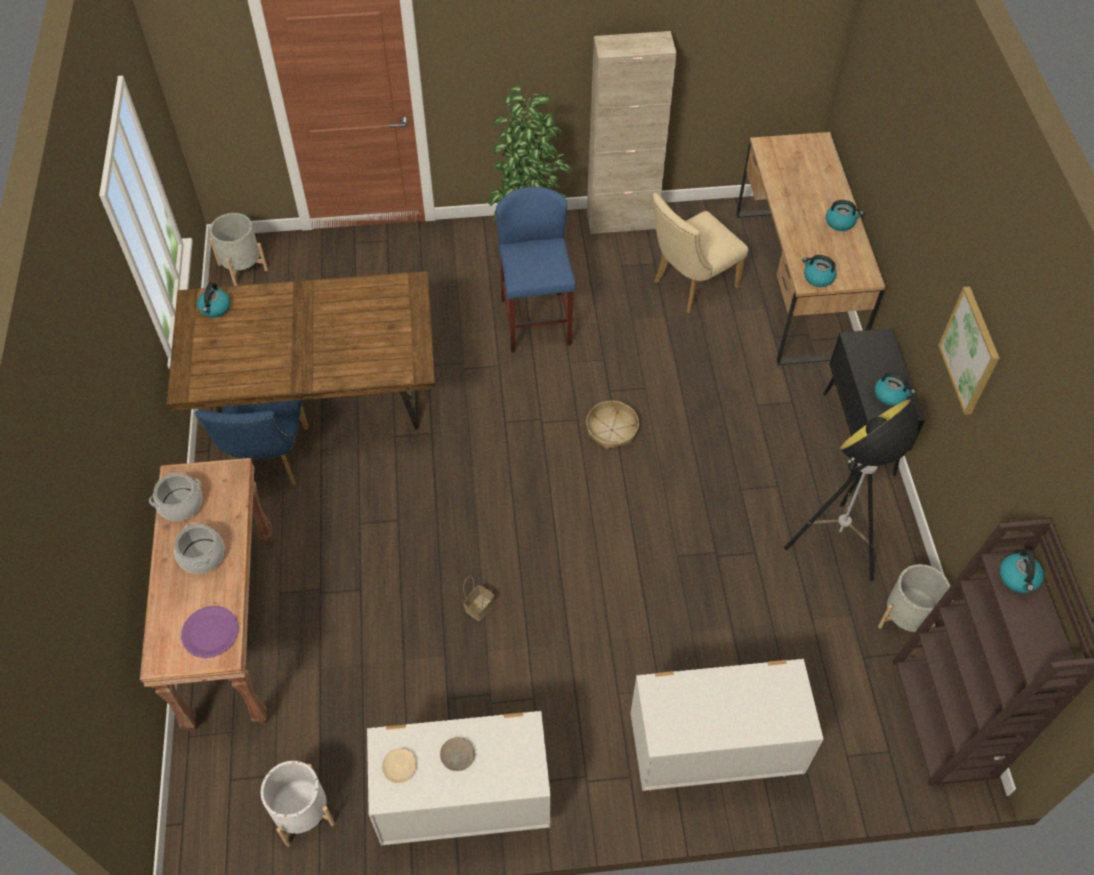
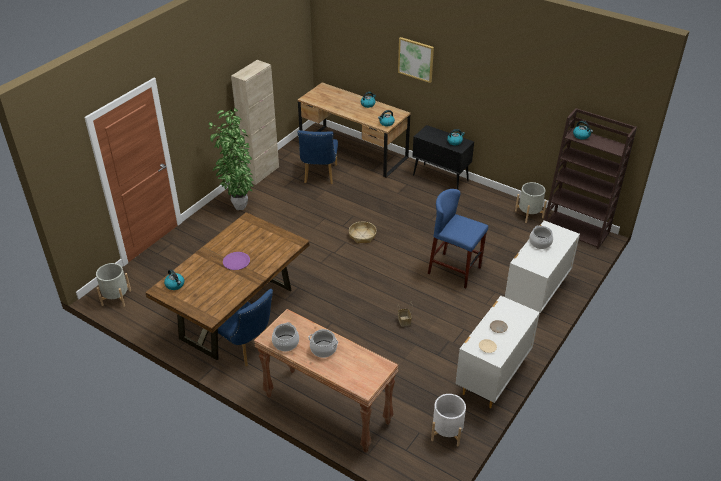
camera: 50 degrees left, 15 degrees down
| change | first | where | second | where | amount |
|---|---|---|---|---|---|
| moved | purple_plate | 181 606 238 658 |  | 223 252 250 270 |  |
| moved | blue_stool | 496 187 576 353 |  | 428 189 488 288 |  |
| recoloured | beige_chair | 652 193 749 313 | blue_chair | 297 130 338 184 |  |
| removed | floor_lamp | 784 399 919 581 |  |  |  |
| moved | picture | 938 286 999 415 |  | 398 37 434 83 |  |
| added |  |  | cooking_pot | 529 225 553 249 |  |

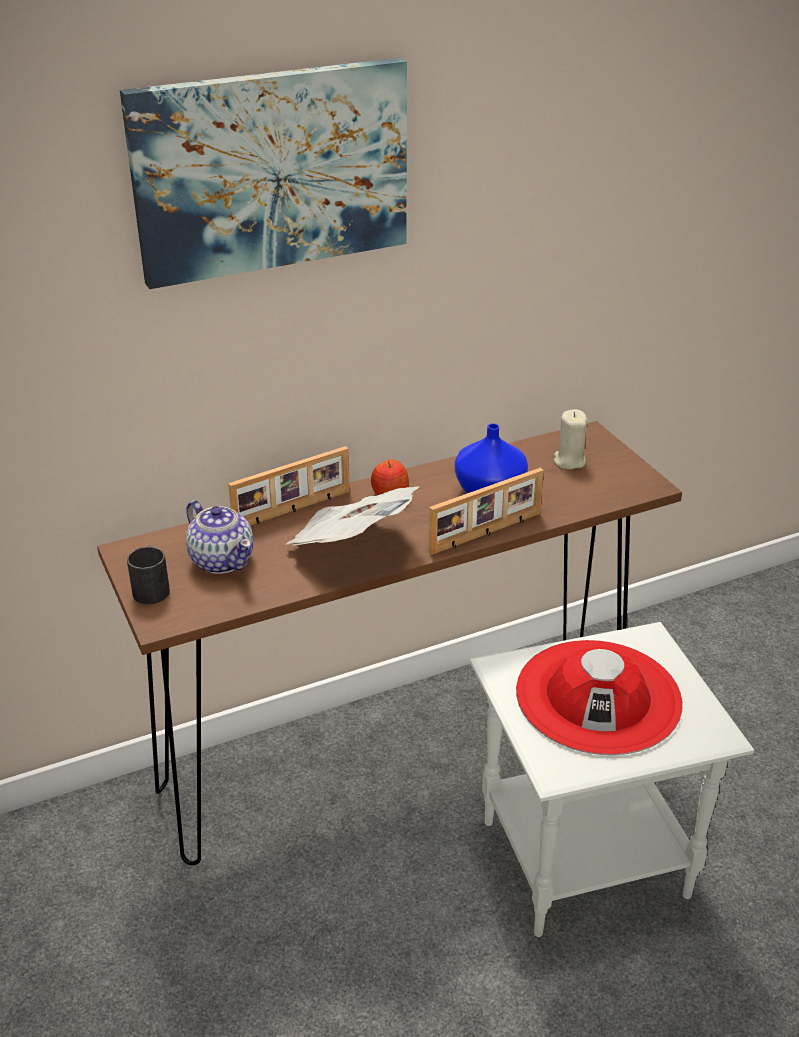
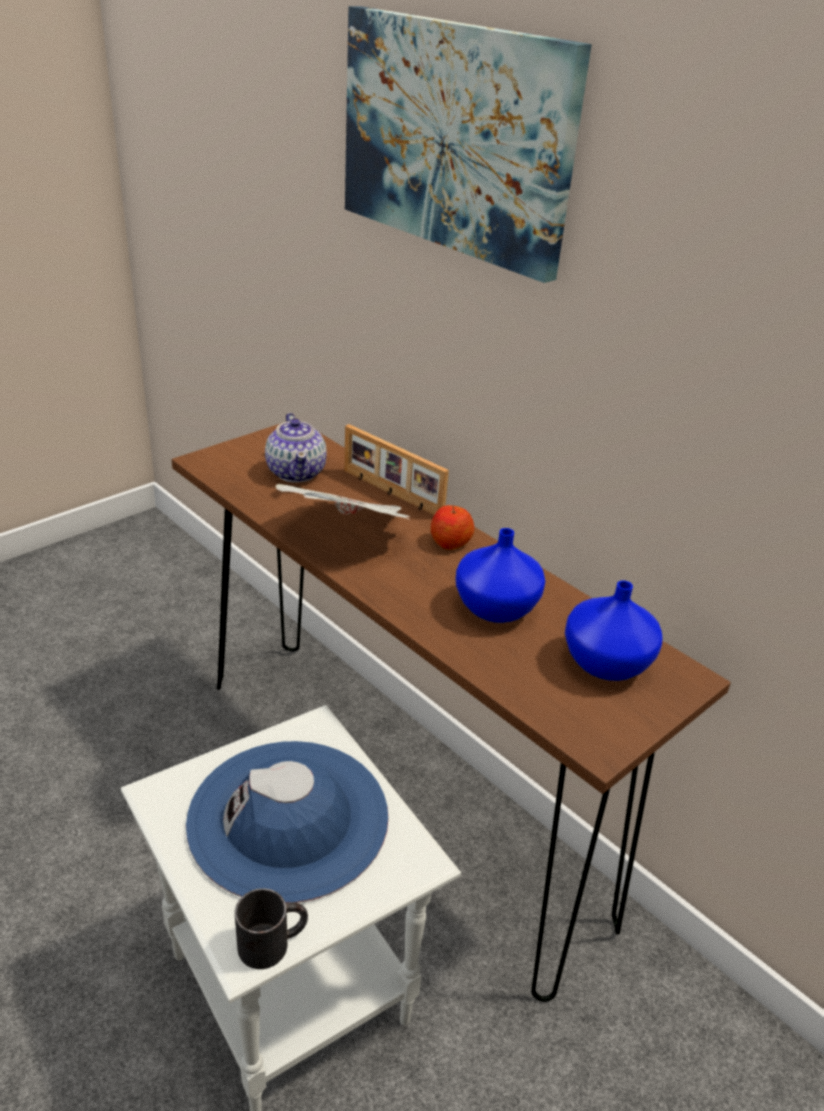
camera: 70 degrees right, 0 degrees up
| change | first | where | second | where | amount |
|---|---|---|---|---|---|
| moved | black_mug | 127 546 170 604 |  | 235 888 308 969 |  |
| turned | teapot | 186 500 254 574 |  | 265 413 327 483 | 45 degrees counterclockwise |
| removed | picture_frame | 428 468 544 555 |  |  |  |
| recoloured | red_hat | 516 640 683 755 | blue_hat | 186 741 388 903 |  |
| replaced | beige_candle | 554 409 587 470 | blue_vase | 565 580 663 681 |  |

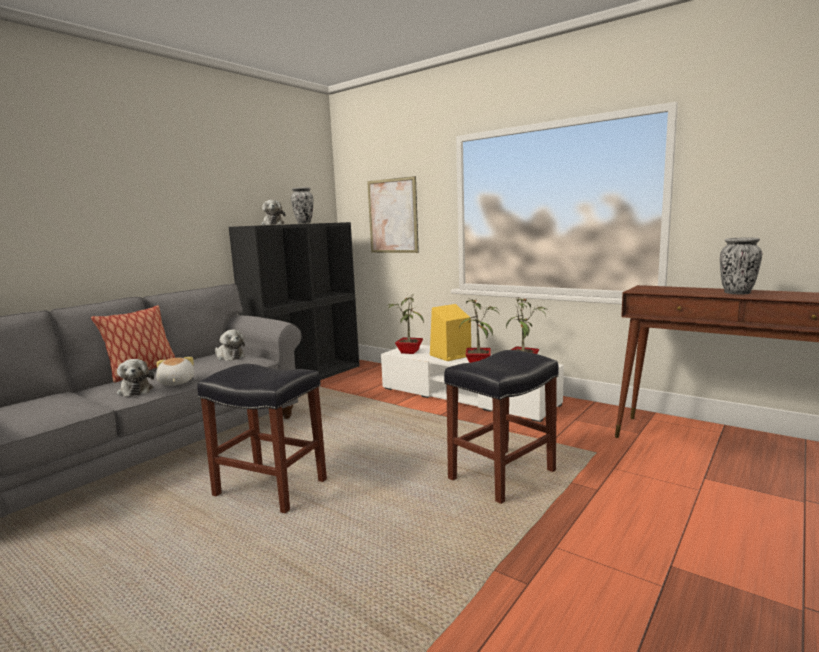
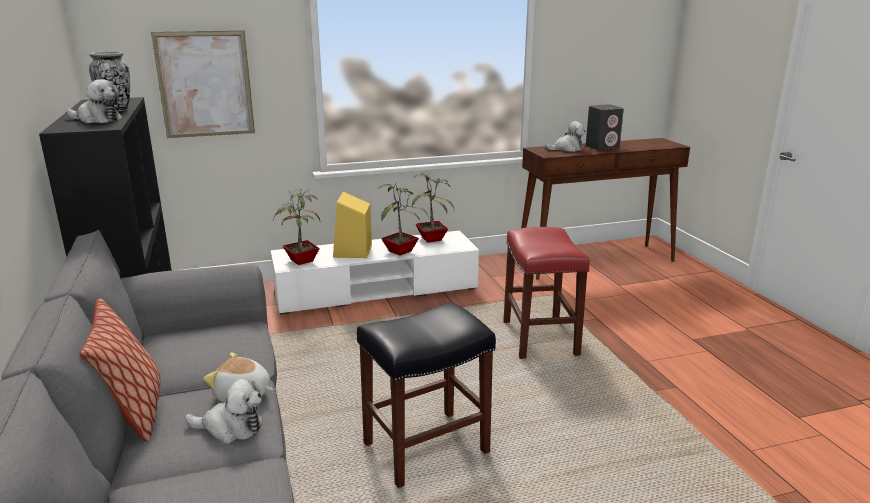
camera: 55 degrees left, 10 degrees up
| change | first | where | second | where | amount |
|---|---|---|---|---|---|
| moved | plush_toy | 215 330 245 361 |  | 545 121 586 152 |  |
| recoloured | black_stool | 444 350 559 504 | red_stool | 503 227 590 359 |  |
| replaced | vase | 720 238 762 294 | grey_speaker | 586 105 624 151 |  |

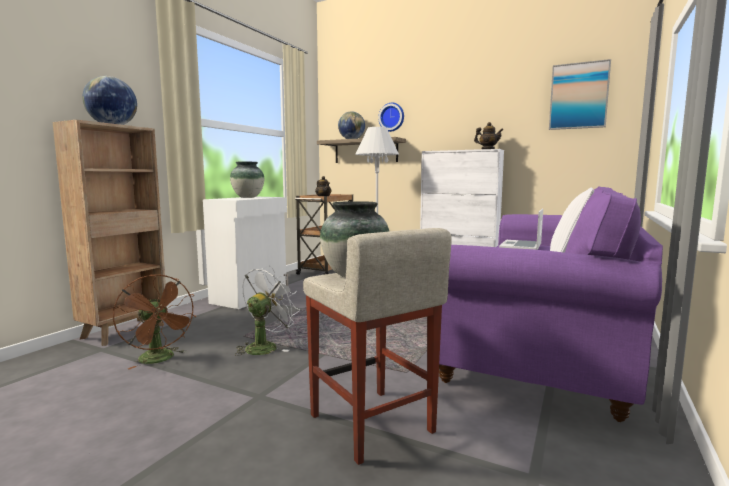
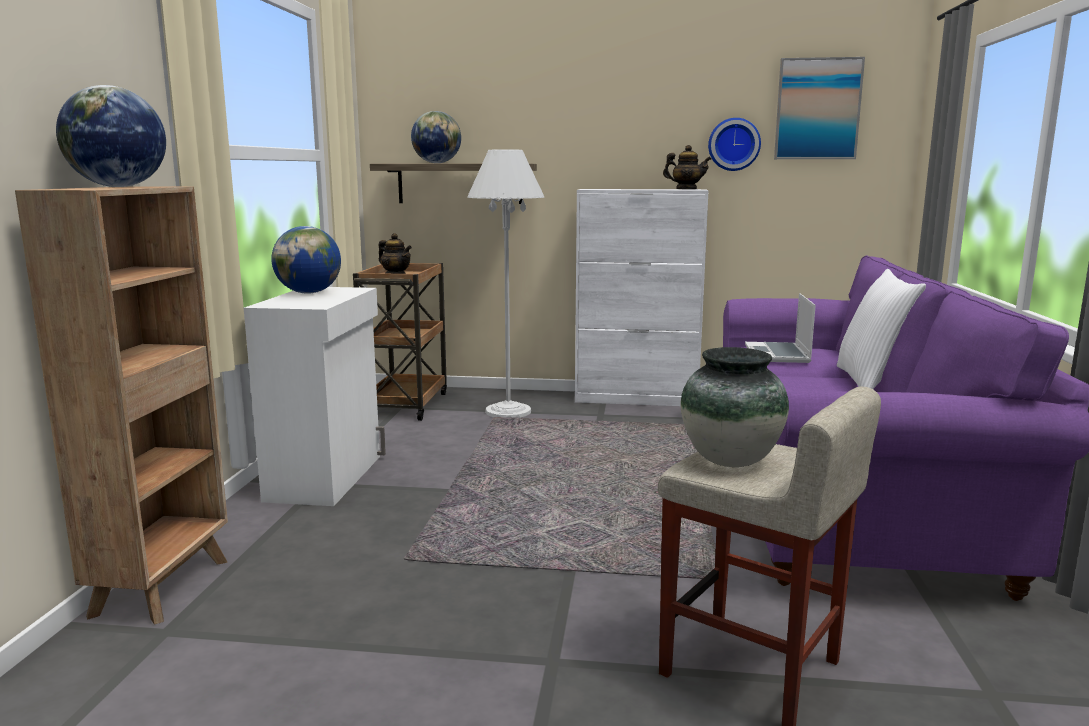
camera: 20 degrees left, 5 degrees up
| change | first | where | second | where | amount |
|---|---|---|---|---|---|
| removed | brown_fan | 113 274 196 370 |  |  |  |
| replaced | vase | 230 162 264 198 | globe | 271 226 341 294 |  |
| removed | white_fan | 235 266 300 356 |  |  |  |
| moved | wall_clock | 378 103 404 132 |  | 708 118 761 171 |  |

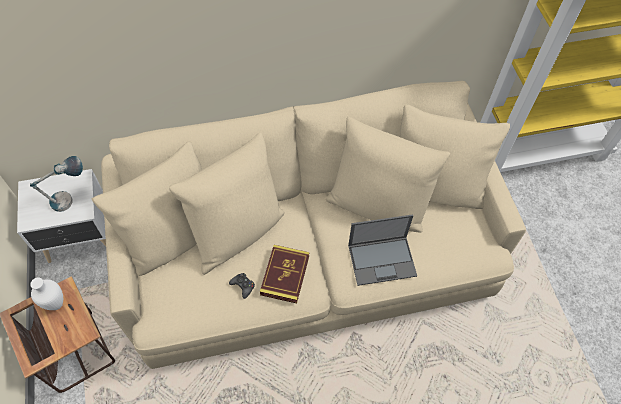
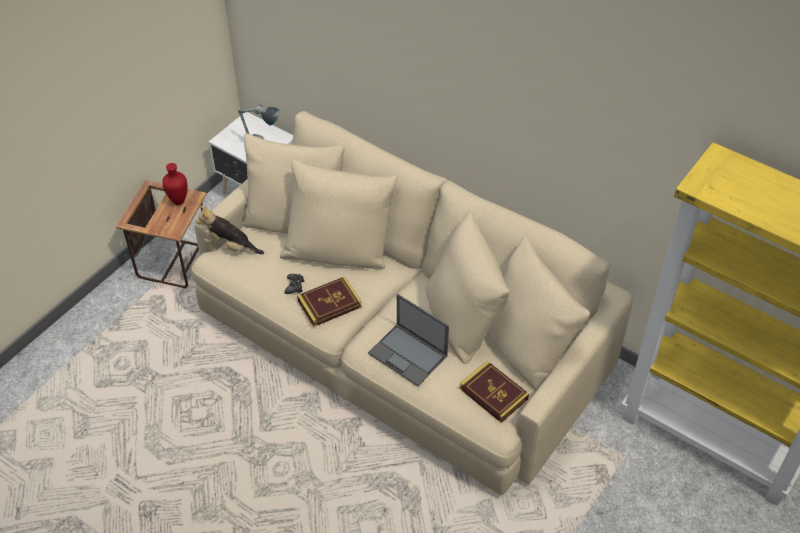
camera: 50 degrees right, 10 degrees down
| change | first | where | second | where | amount |
|---|---|---|---|---|---|
| recoloured | white_vase | 30 277 63 310 | red_vase | 162 163 187 205 |  |
| added |  |  | plush_toy | 195 205 264 254 |  |
| added |  |  | book | 460 361 529 423 |  |

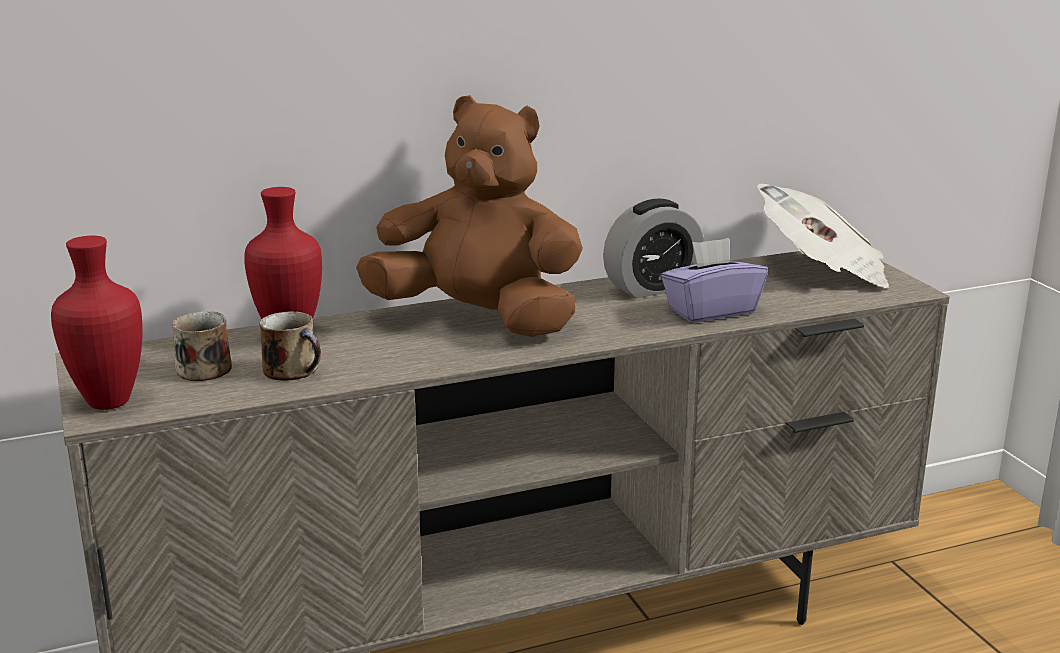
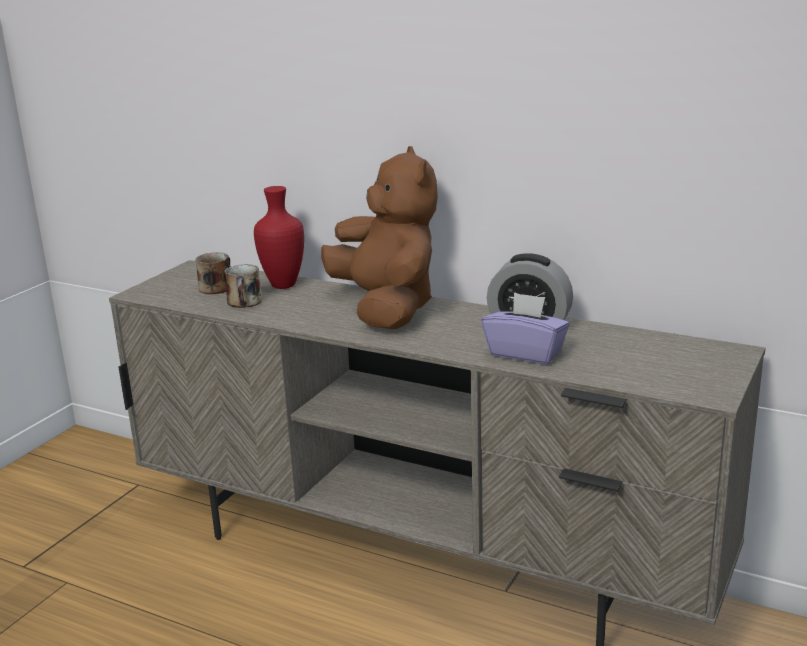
camera: 50 degrees right, 0 degrees up
| change | first | where | second | where | amount |
|---|---|---|---|---|---|
| removed | red_vase | 51 236 143 410 |  |  |  |
| removed | newspaper | 757 183 889 288 |  |  |  |

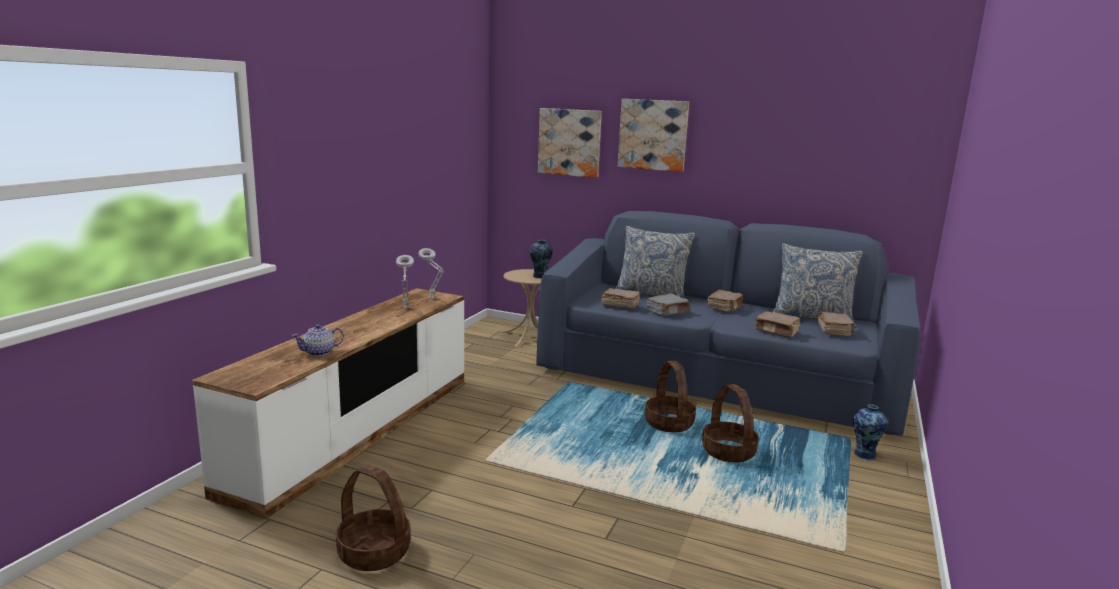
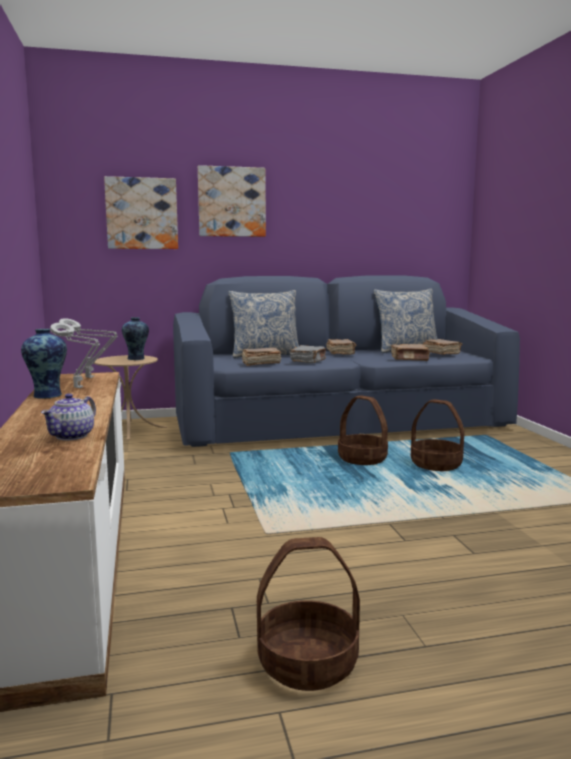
camera: 35 degrees left, 5 degrees down
| change | first | where | second | where | amount |
|---|---|---|---|---|---|
| moved | vase | 853 404 888 460 |  | 21 329 67 399 |  |

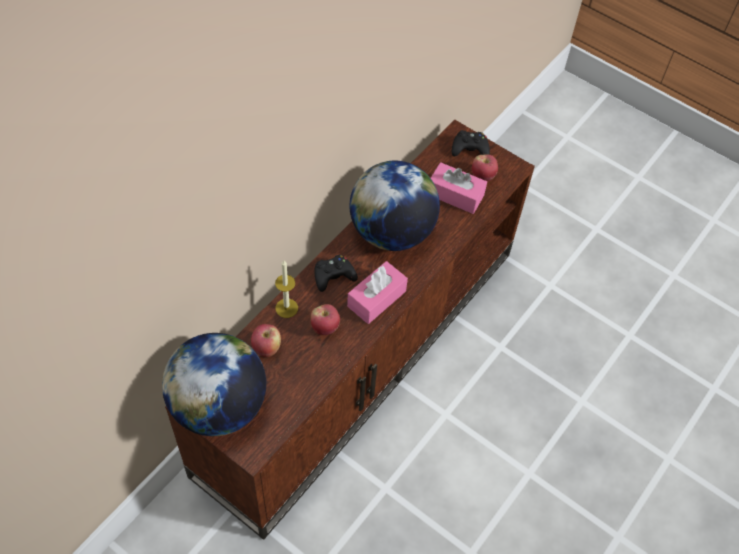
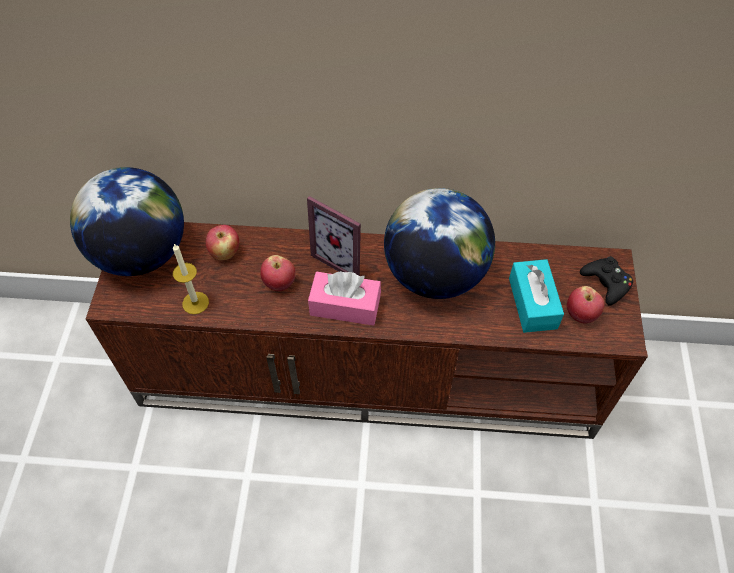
camera: 60 degrees right, 0 degrees up
| change | first | where | second | where | amount |
|---|---|---|---|---|---|
| moved | candle | 275 260 298 318 |  | 173 243 209 314 |  |
| replaced | black_game_controller | 314 255 358 292 | picture_frame | 307 196 361 276 |  |
| recoloured | pink_tissue_box | 431 162 487 214 | turquoise_tissue_box | 509 259 564 333 |  |

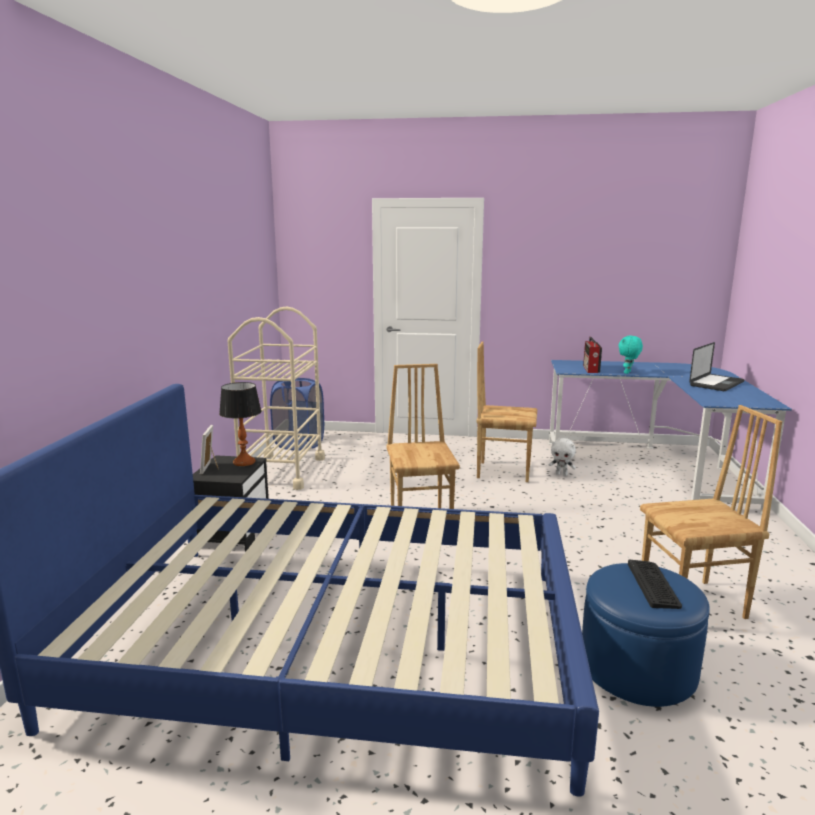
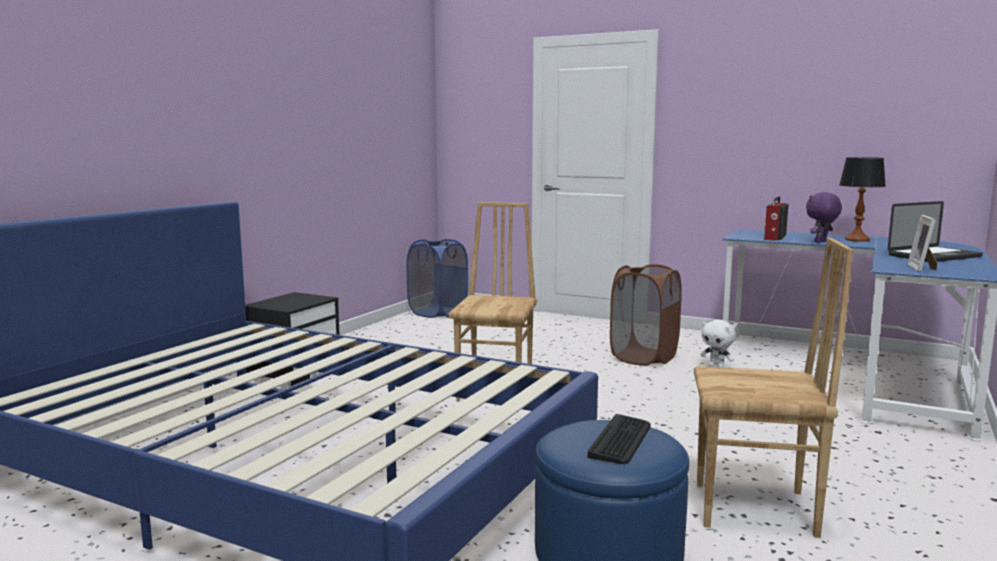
camera: 20 degrees right, 5 degrees down
| change | first | where | second | where | amount |
|---|---|---|---|---|---|
| moved | picture_frame | 200 425 218 474 |  | 907 215 937 272 |  |
| moved | table_lamp | 219 382 262 466 |  | 839 157 886 242 |  |
| removed | beige_cart | 227 307 325 490 |  |  |  |
| replaced | brown_chair | 477 341 537 482 | brown_laundry_basket | 610 264 682 366 |  |
| recoloured | turquoise_plush_toy | 618 336 643 374 | purple_plush_toy | 806 192 842 243 |  |

